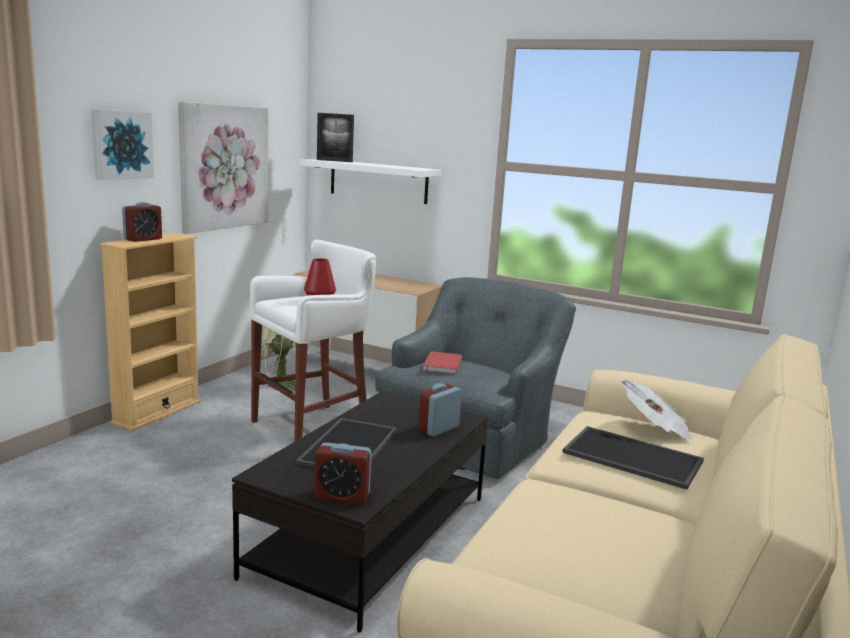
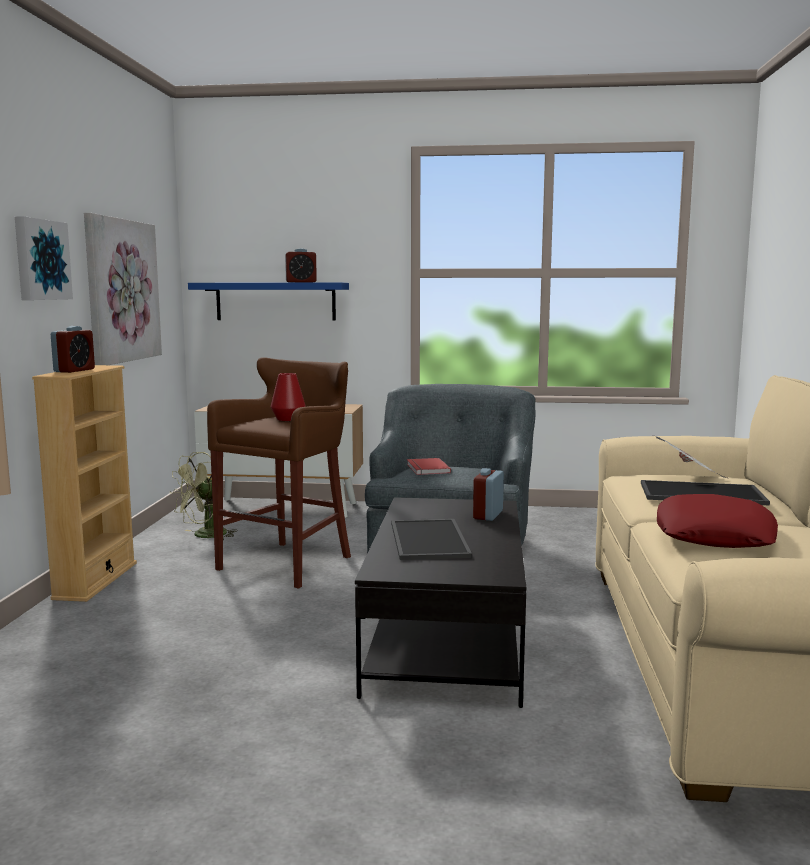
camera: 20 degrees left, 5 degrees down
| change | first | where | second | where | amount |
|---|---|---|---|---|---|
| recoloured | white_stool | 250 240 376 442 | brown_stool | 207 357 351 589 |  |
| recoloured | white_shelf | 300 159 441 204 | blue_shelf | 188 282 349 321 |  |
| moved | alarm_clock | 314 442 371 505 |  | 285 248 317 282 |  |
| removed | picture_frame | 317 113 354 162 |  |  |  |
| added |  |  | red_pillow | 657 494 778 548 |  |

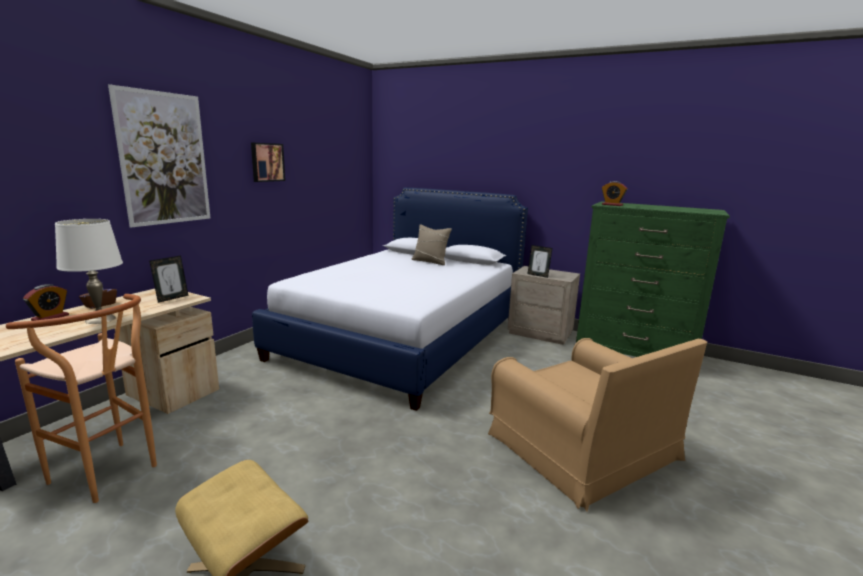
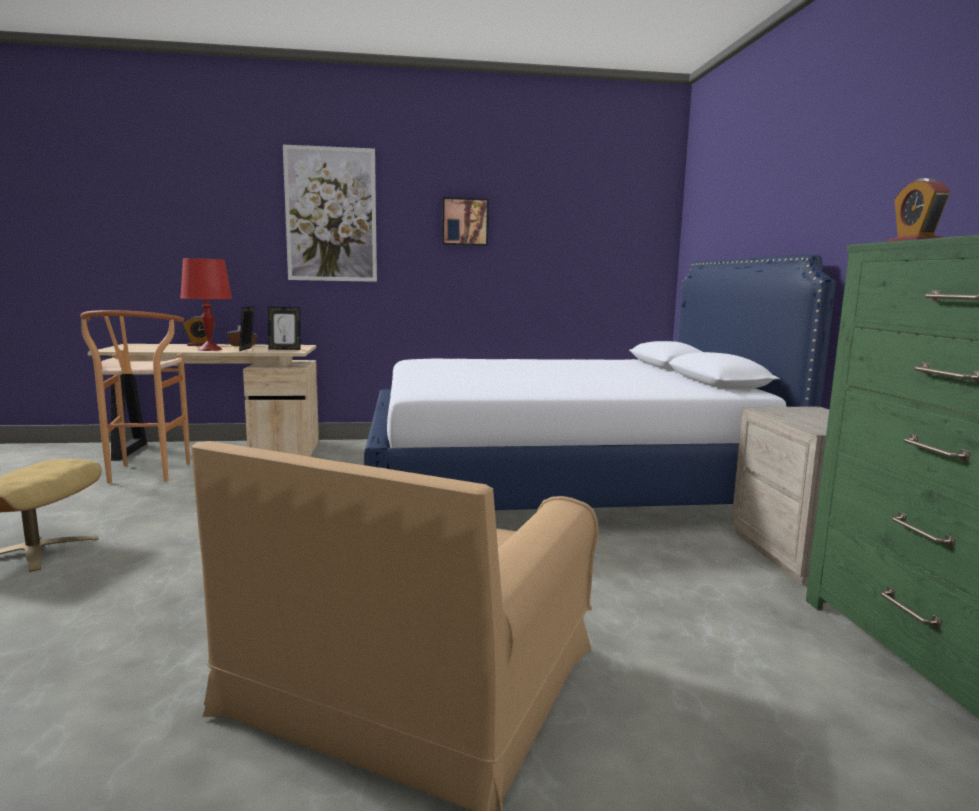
camera: 55 degrees right, 5 degrees down
| change | first | where | second | where | amount |
|---|---|---|---|---|---|
| recoloured | white_table_lamp | 55 219 123 324 | red_table_lamp | 180 258 232 351 |  |
| removed | beige_pillow | 412 224 452 265 |  |  |  |
| moved | picture_frame | 528 245 552 278 |  | 239 306 255 351 |  |

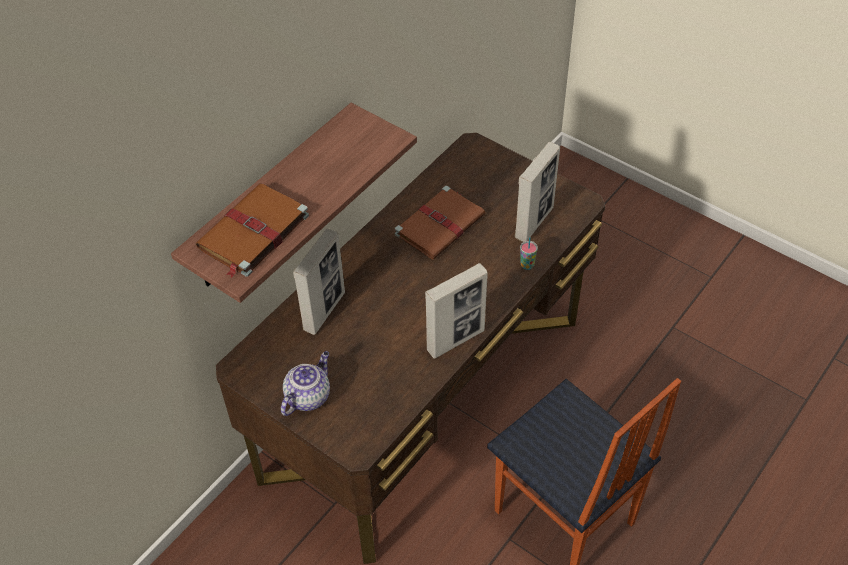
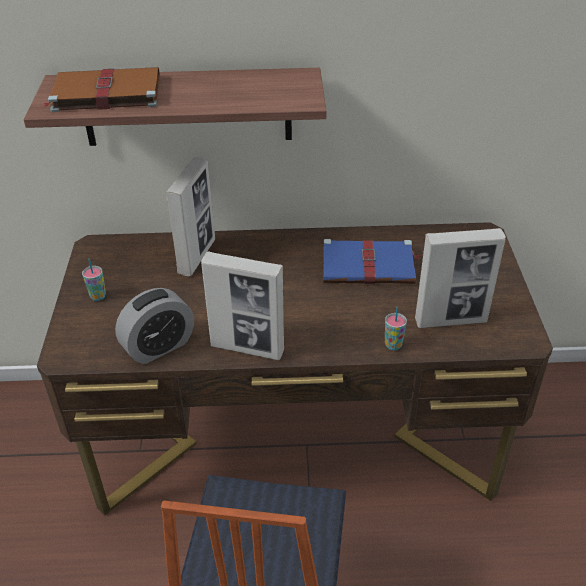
camera: 50 degrees right, 10 degrees down
| change | first | where | second | where | amount |
|---|---|---|---|---|---|
| replaced | teapot | 281 351 330 416 | cup | 82 259 106 301 |  |
| turned | picture_frame | 293 228 345 335 |  | 166 157 215 276 | 60 degrees counterclockwise |
| recoloured | brown_book | 395 186 485 259 | blue_book | 323 239 420 284 |  |
| added |  |  | alarm_clock | 115 288 194 364 |  |

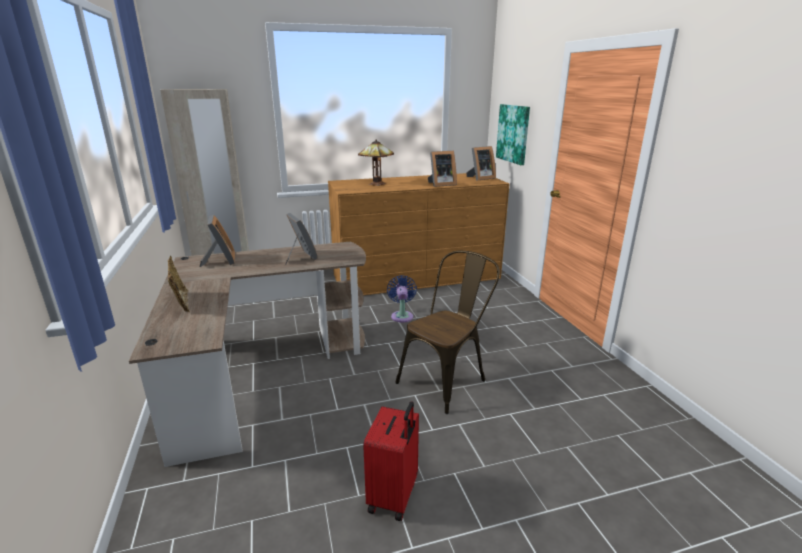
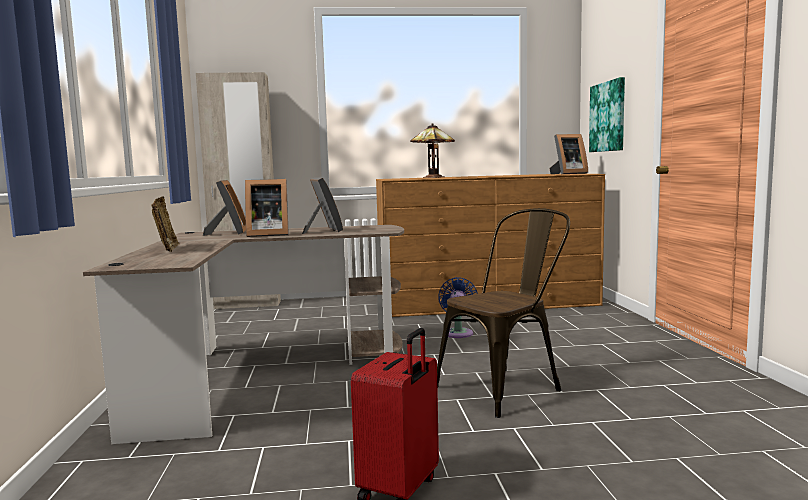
camera: 10 degrees right, 15 degrees down
| change | first | where | second | where | amount |
|---|---|---|---|---|---|
| moved | picture_frame | 428 151 457 187 |  | 245 179 289 237 |  |

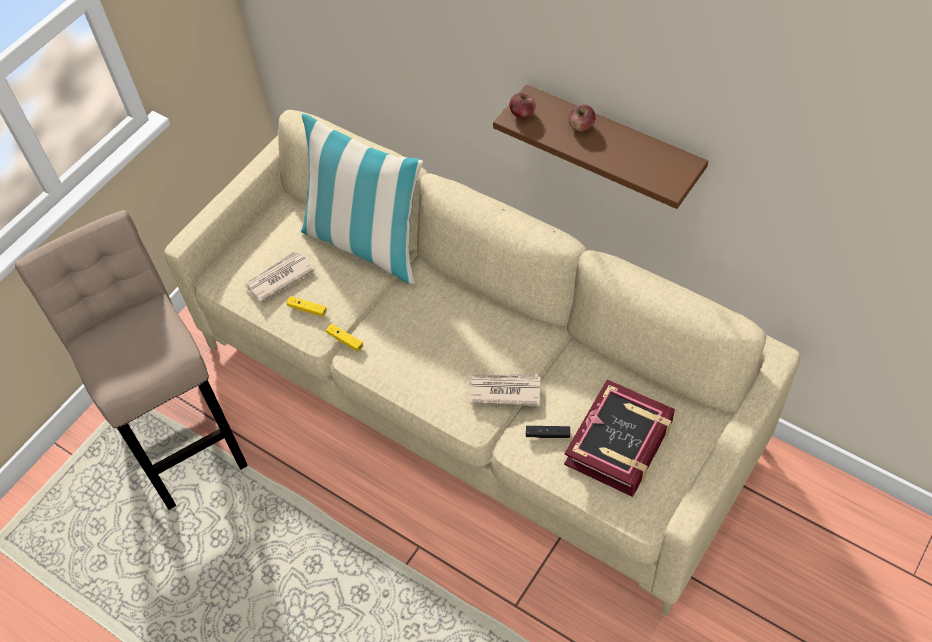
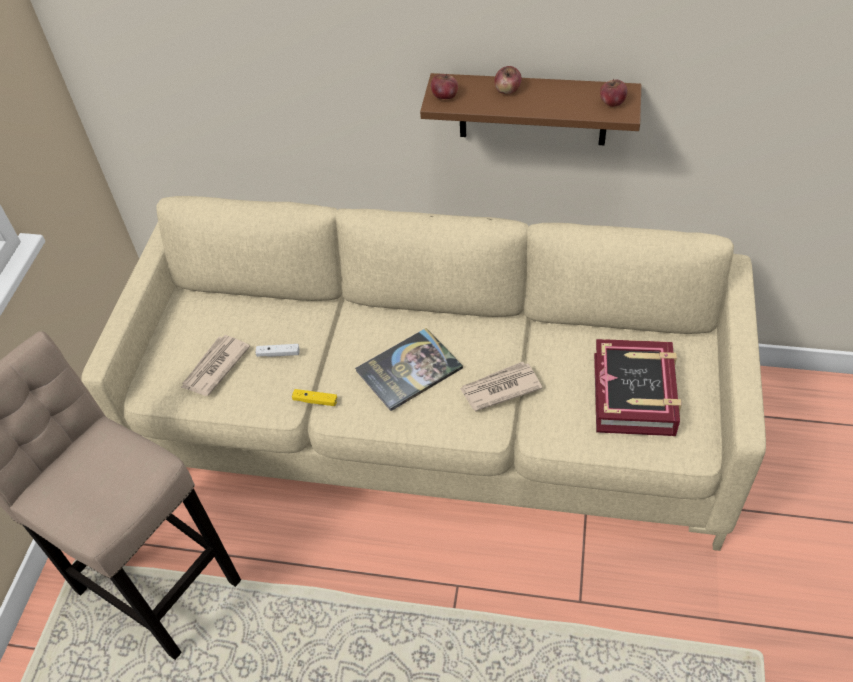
camera: 25 degrees left, 5 degrees down
| change | first | where | second | where | amount |
|---|---|---|---|---|---|
| removed | yellow_game_controller | 286 296 327 317 |  |  |  |
| removed | pillow | 301 114 424 284 |  |  |  |
| removed | black_game_controller | 526 426 570 438 |  |  |  |
| added |  |  | white_game_controller | 256 344 300 357 |  |
| added |  |  | book | 355 328 463 411 |  |
| added |  |  | apple | 600 79 627 107 |  |

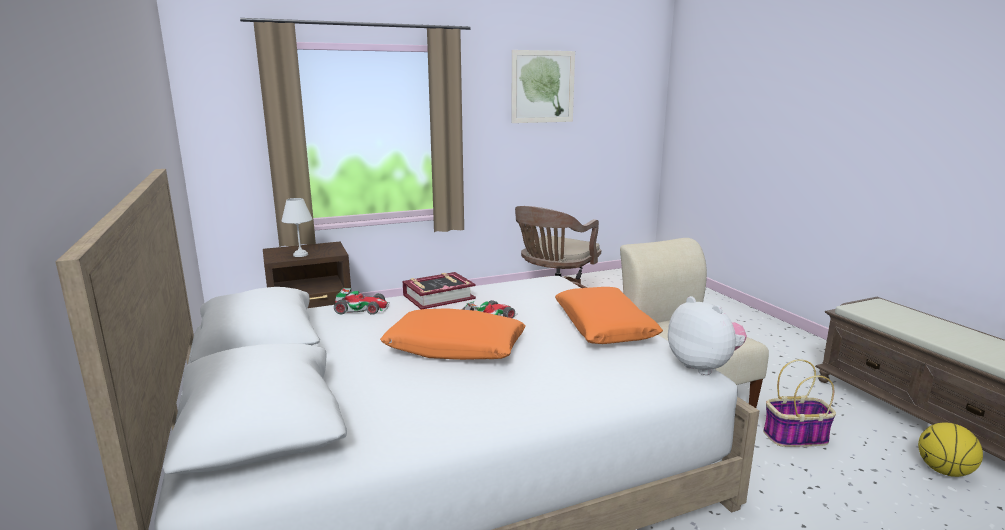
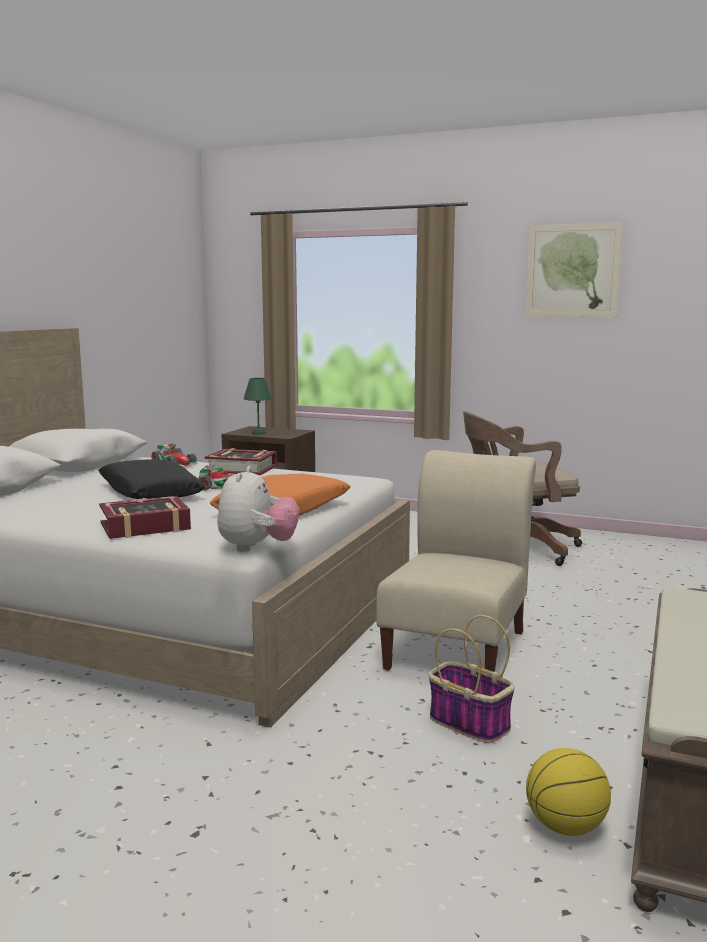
camera: 45 degrees right, 5 degrees down
| change | first | where | second | where | amount |
|---|---|---|---|---|---|
| recoloured | white_table_lamp | 281 198 312 257 | green_table_lamp | 244 378 272 435 |  |
| recoloured | orange_pillow | 380 308 525 360 | black_pillow | 98 459 205 499 |  |
| added |  |  | book | 99 496 191 539 |  |

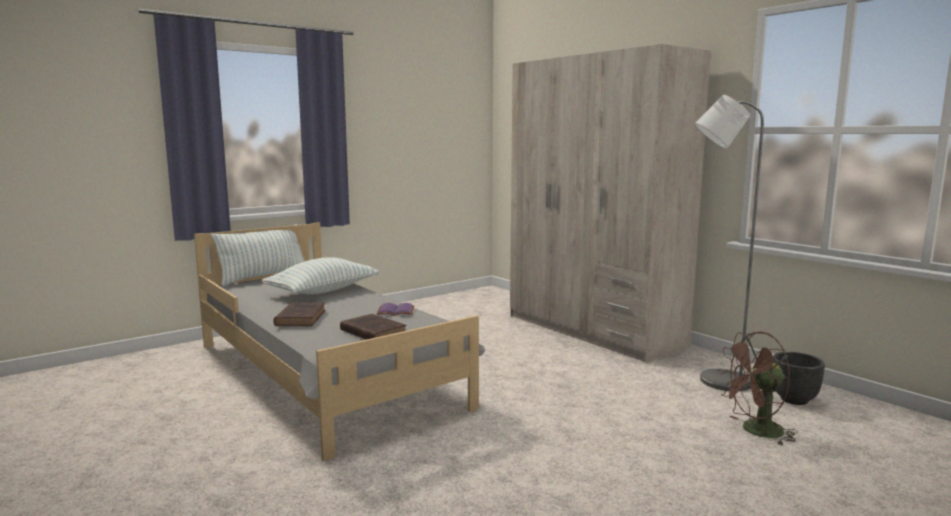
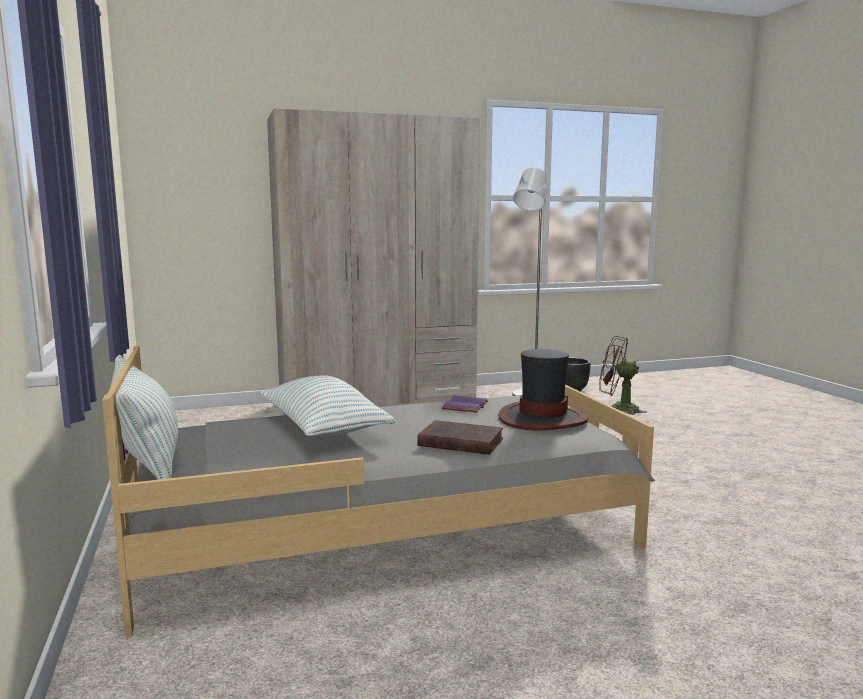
camera: 70 degrees left, 0 degrees up
| change | first | where | second | where | amount |
|---|---|---|---|---|---|
| replaced | brown_book | 340 314 407 340 | hat | 498 349 588 430 |  |
| turned | brown_fan | 718 332 798 446 |  | 599 336 647 415 | 105 degrees clockwise |

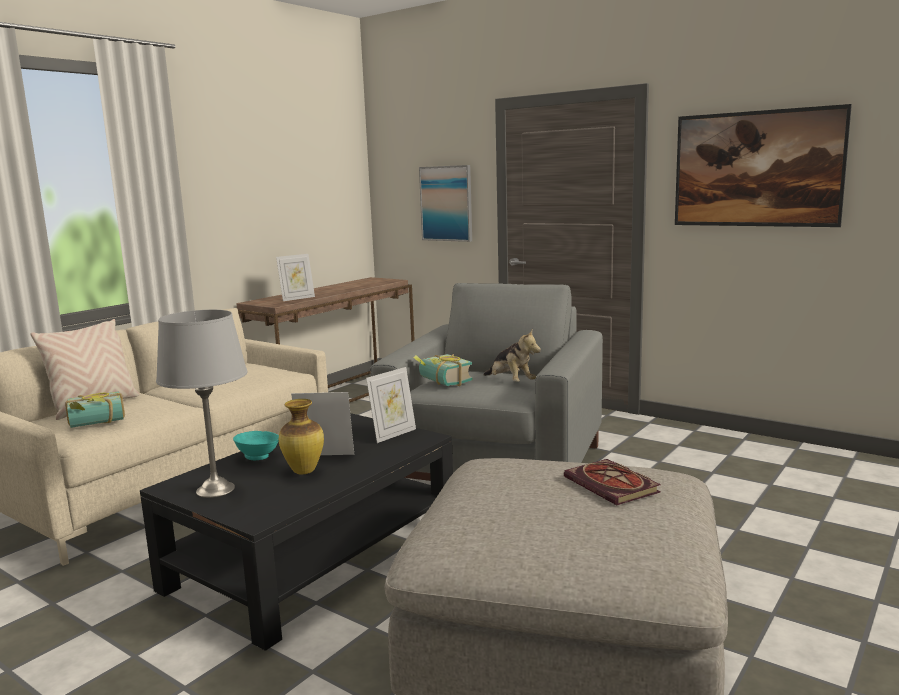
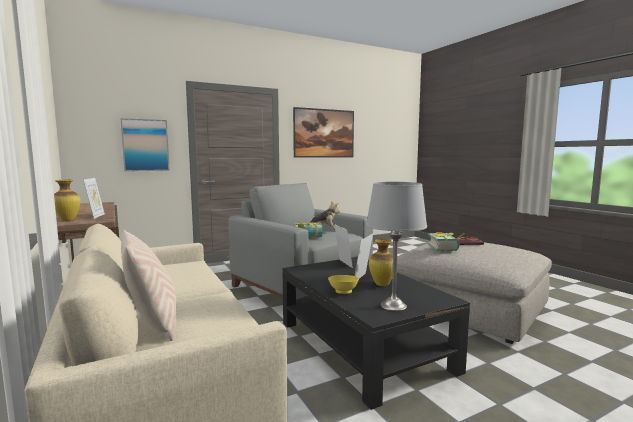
camera: 65 degrees left, 5 degrees down
| change | first | where | second | where | amount |
|---|---|---|---|---|---|
| moved | book | 65 391 125 428 |  | 428 232 465 253 |  |
| recoloured | turquoise_bowl | 233 431 279 460 | yellow_bowl | 328 275 359 294 |  |
| added |  |  | vase | 54 180 81 221 |  |

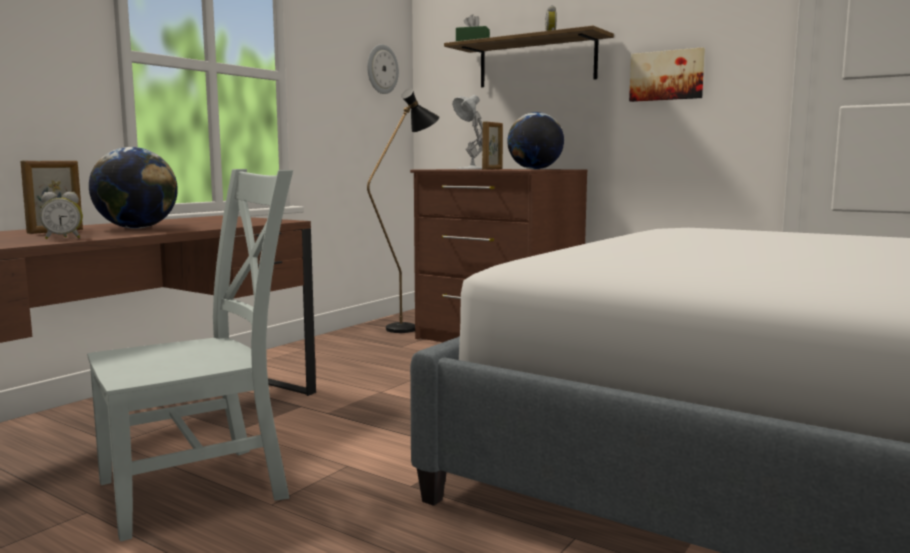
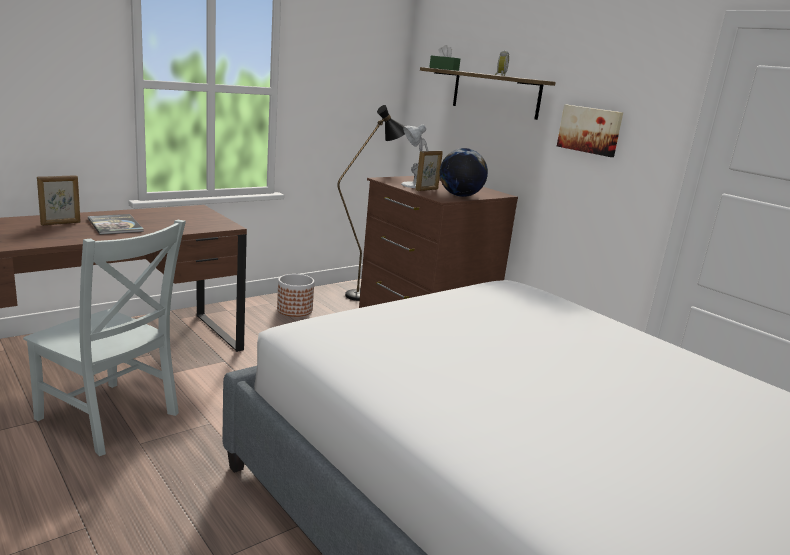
camera: 15 degrees right, 10 degrees up
| change | first | where | second | where | amount |
|---|---|---|---|---|---|
| removed | alarm_clock | 40 192 83 239 |  |  |  |
| turned | grey_chair | 87 169 293 542 |  | 23 220 186 456 | 45 degrees clockwise |
| replaced | globe | 89 147 178 229 | book | 88 214 144 235 |  |
| removed | wall_clock | 367 44 399 94 |  |  |  |
| added |  |  | planter | 277 274 314 317 |  |

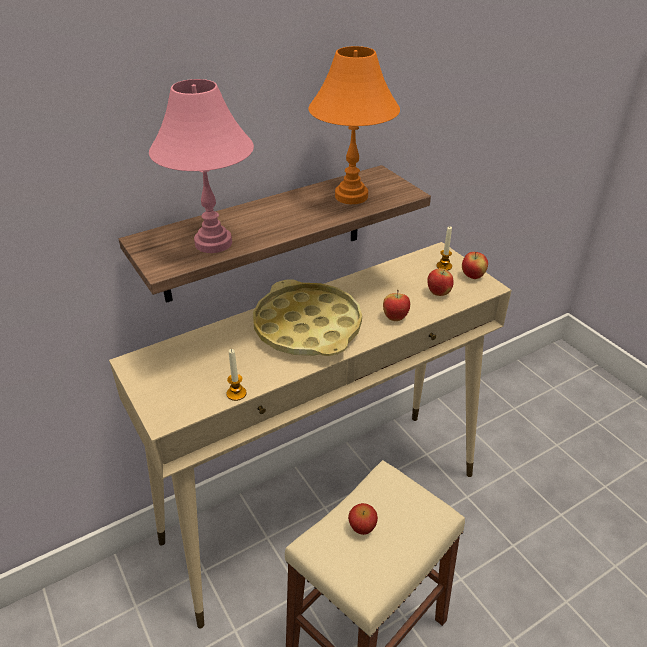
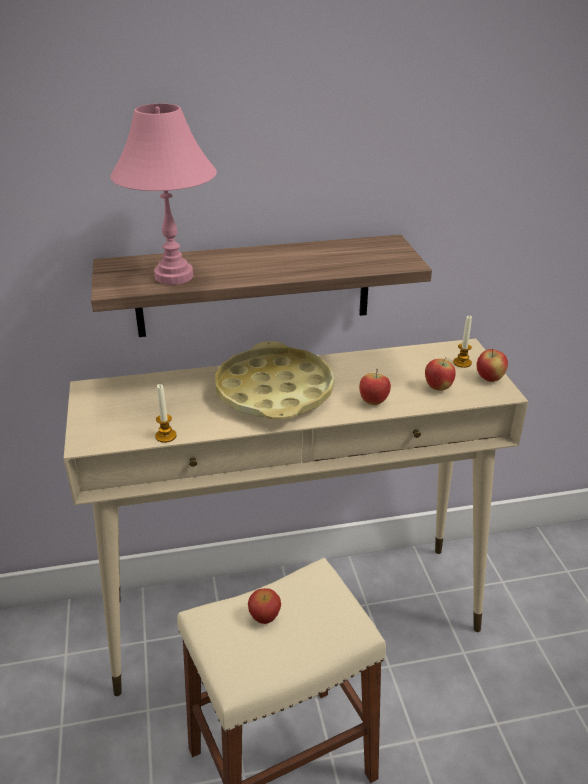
camera: 20 degrees right, 5 degrees down
| change | first | where | second | where | amount |
|---|---|---|---|---|---|
| removed | orange_table_lamp | 308 46 400 204 |  |  |  |

